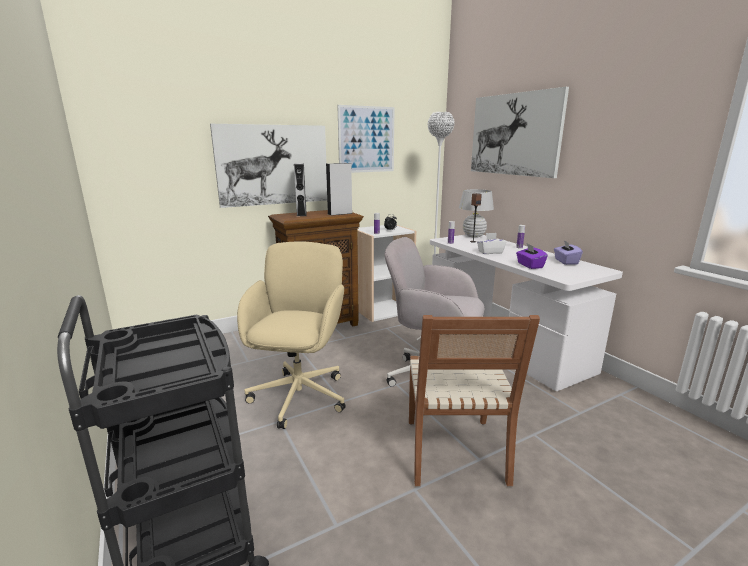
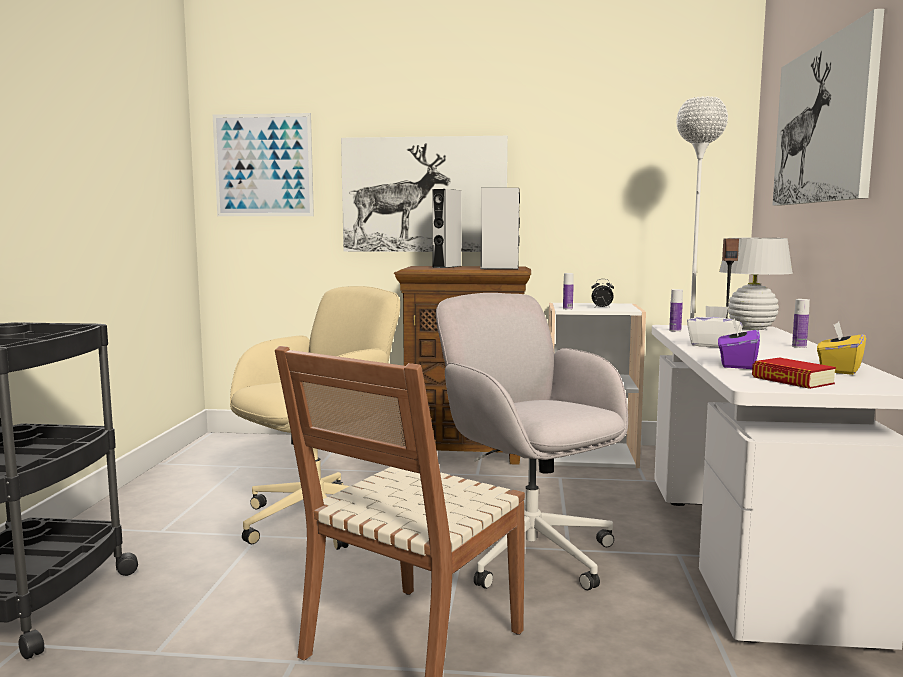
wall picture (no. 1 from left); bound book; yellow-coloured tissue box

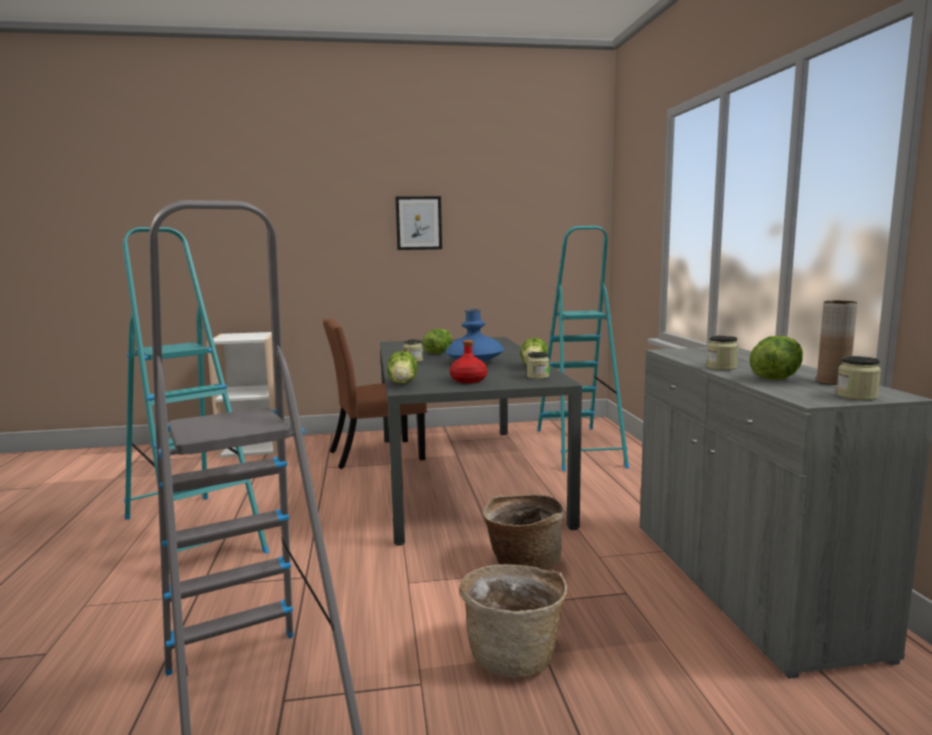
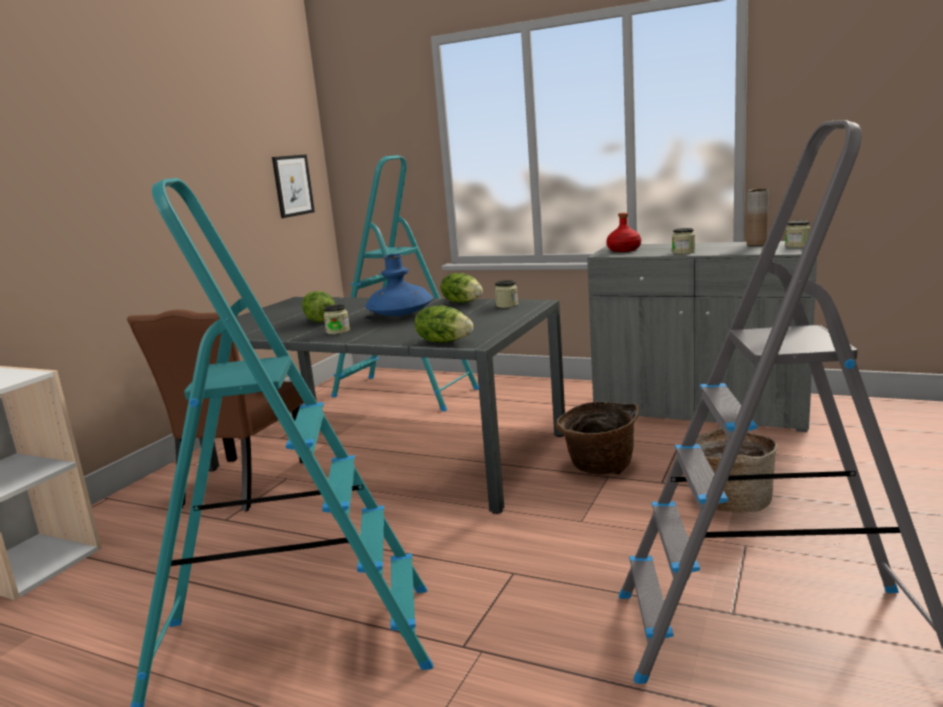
wall picture; red-coloured drink bottle; head of lettuce (no. 4 from left in the first image)

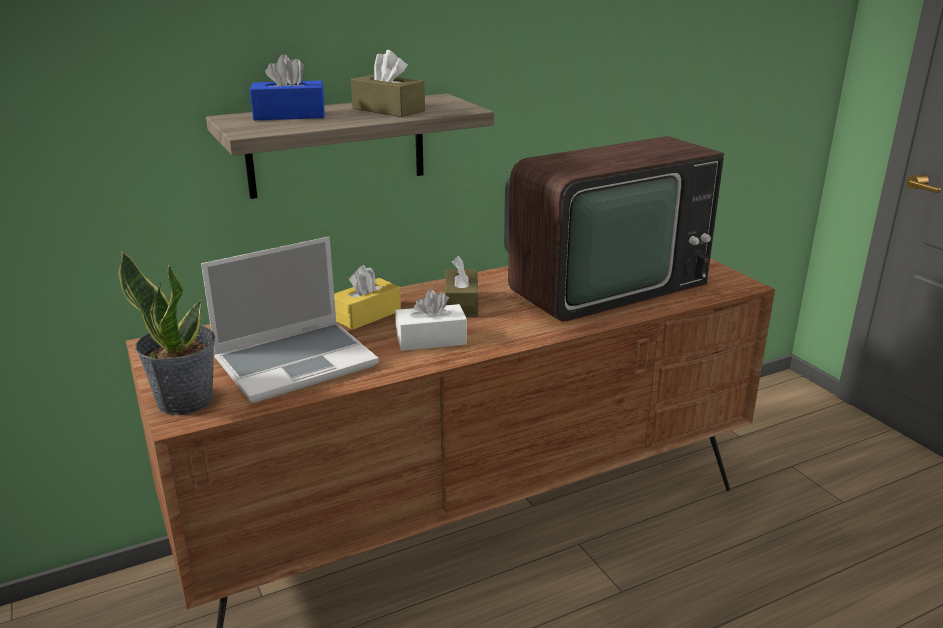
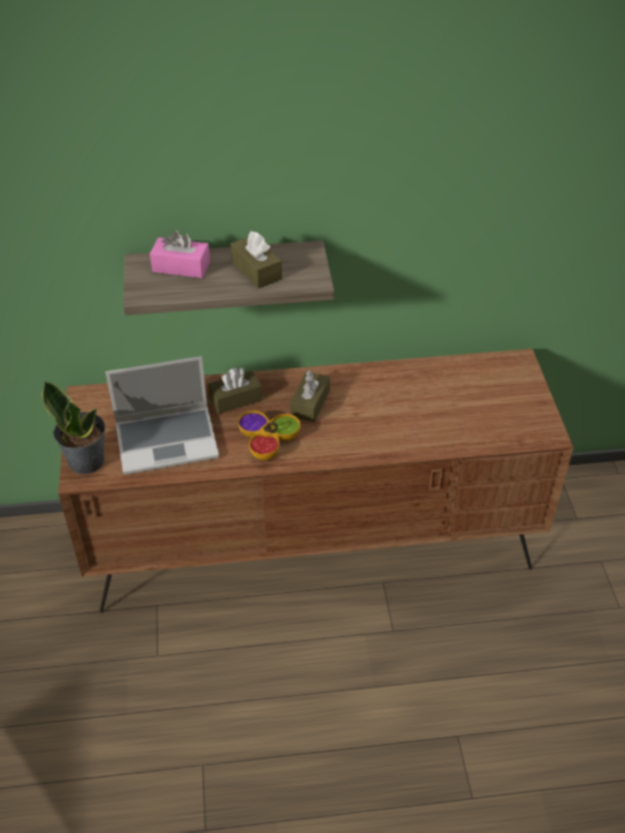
pinkish tissue box; brown tissue box (no. 1 from left); serving bowl; TV

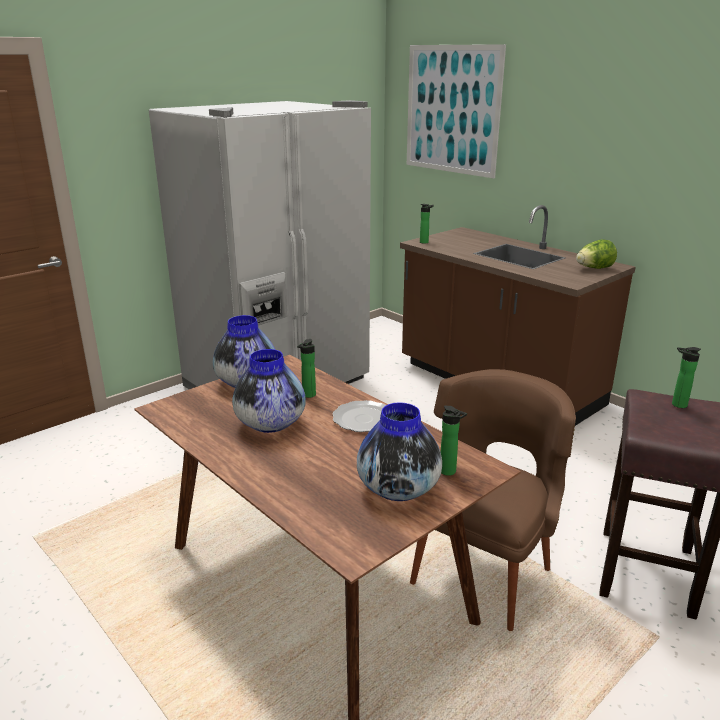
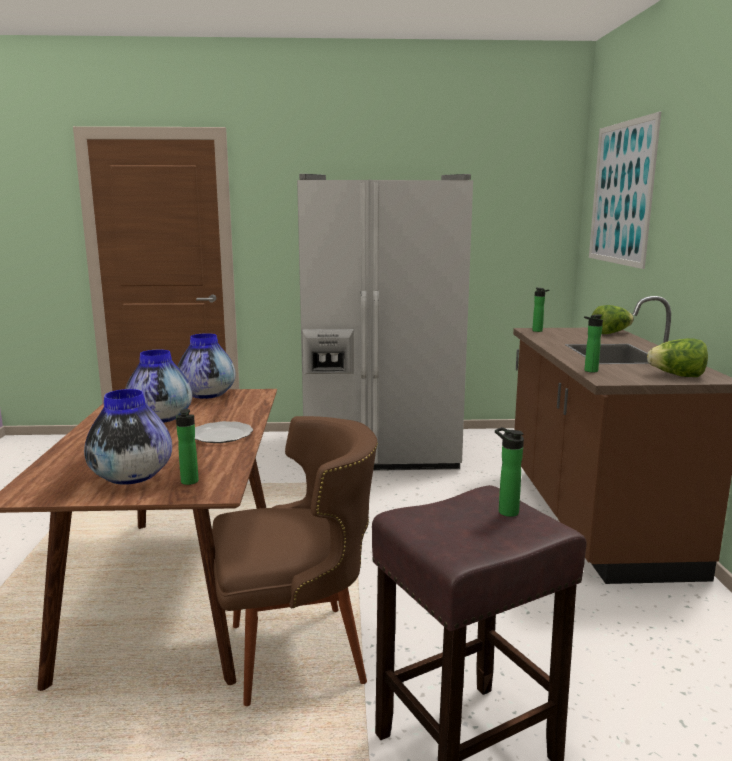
drink bottle (no. 4 from left); head of lettuce (no. 1 from left)

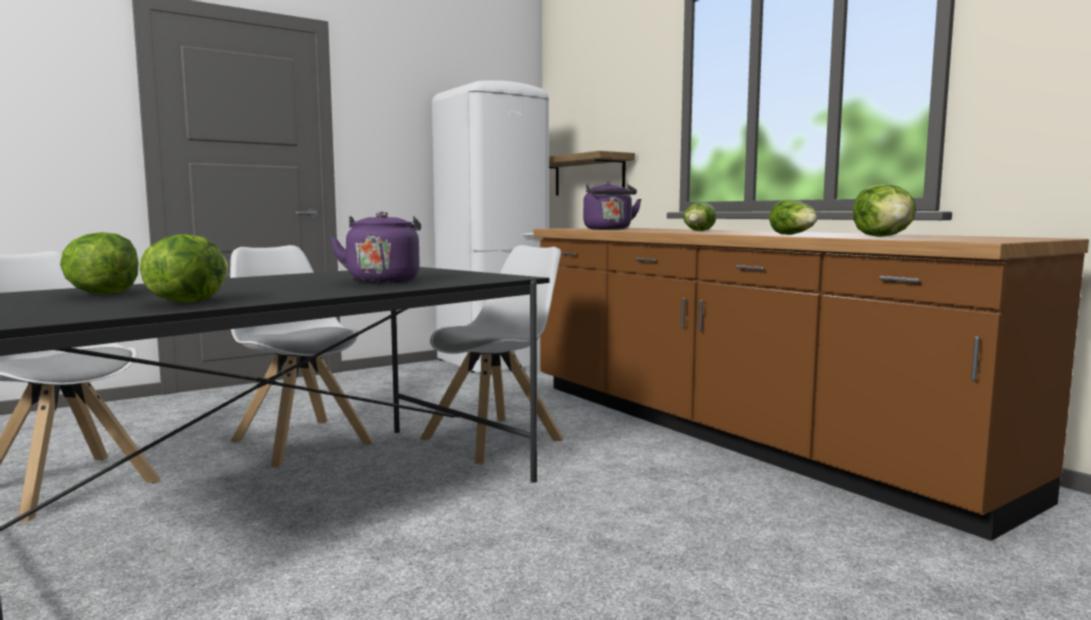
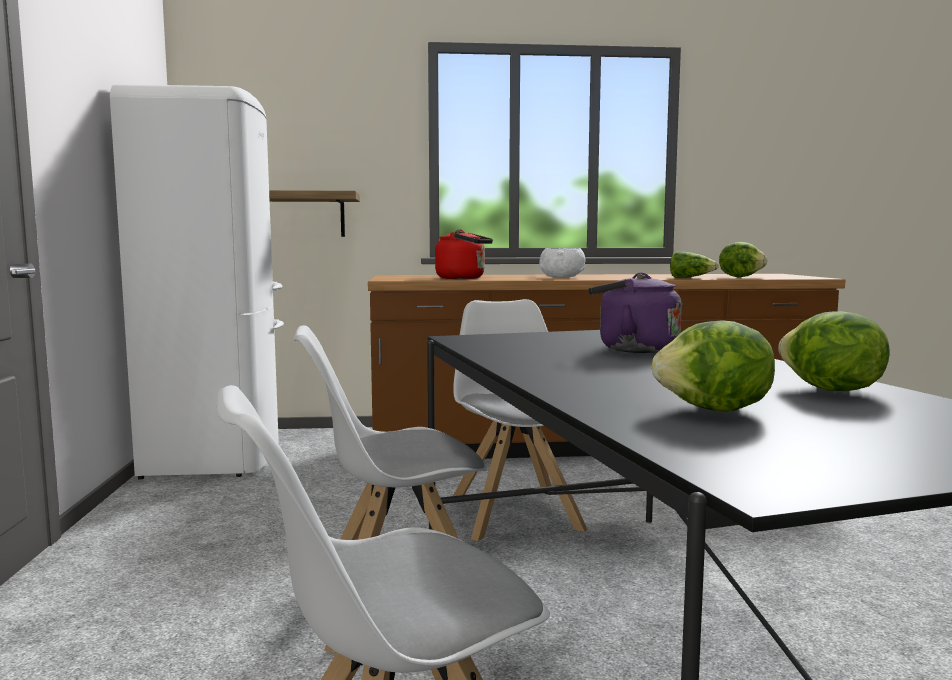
red-coloured water kettle; white-coloured serving bowl

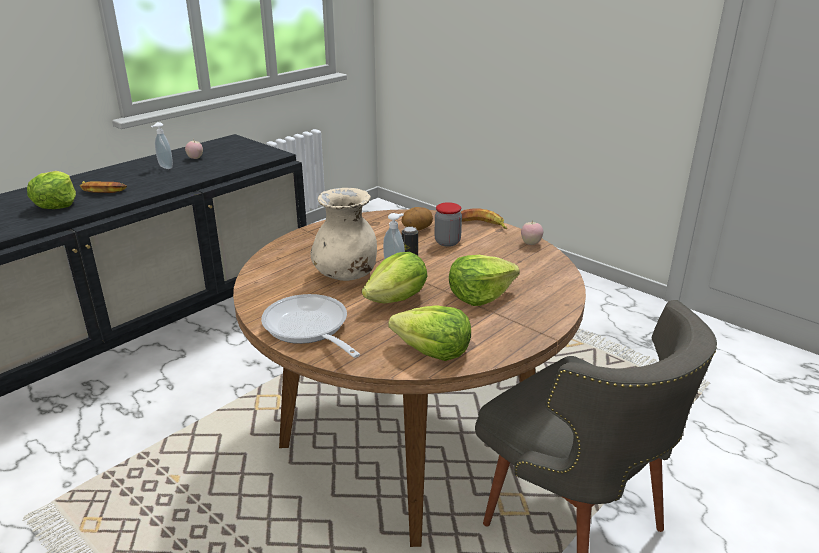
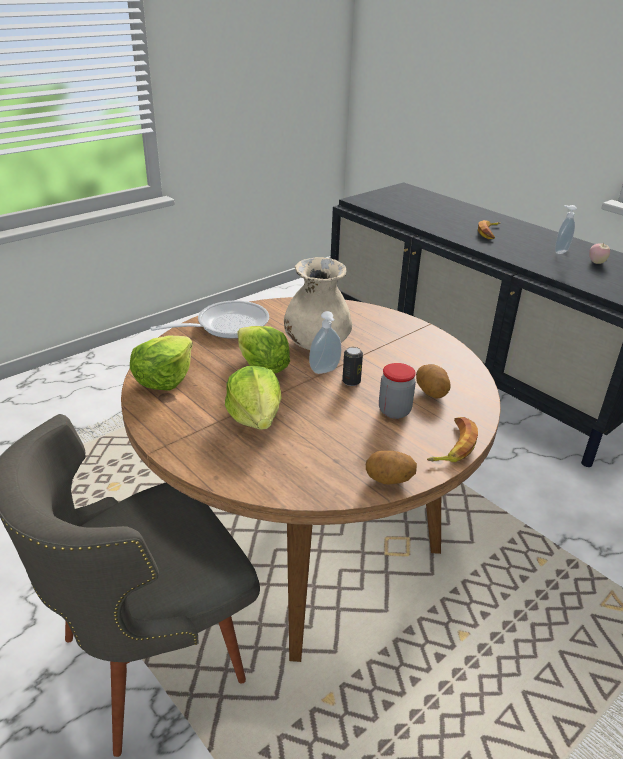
potato (no. 1 from left); head of lettuce (no. 1 from left in the first image)

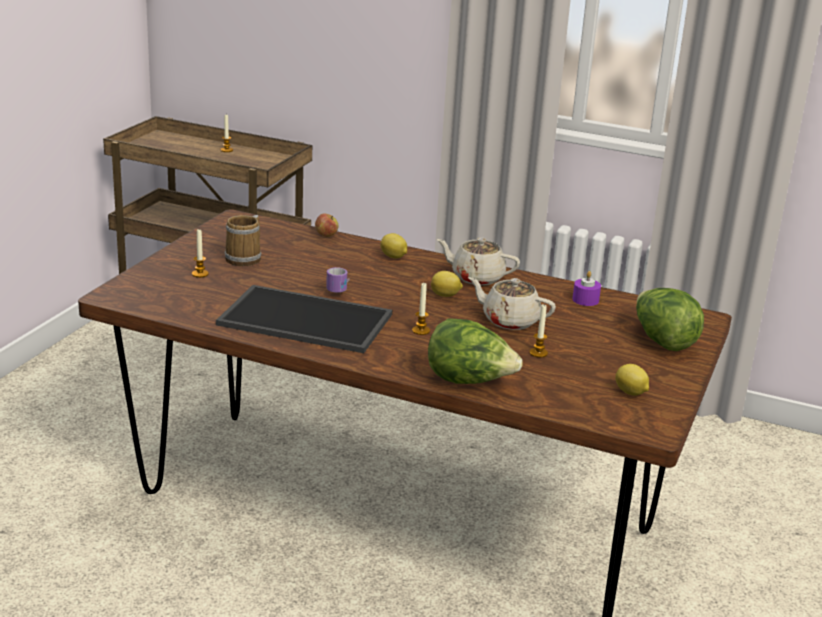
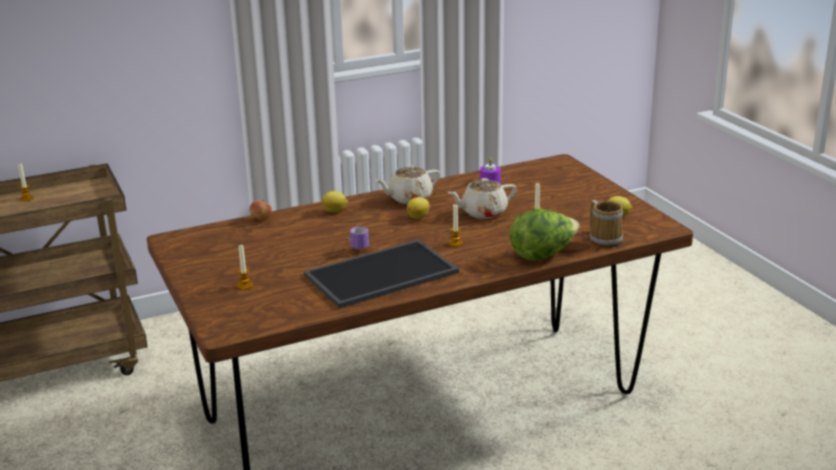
tea mug (no. 2 from left); head of lettuce (no. 2 from left in the first image)

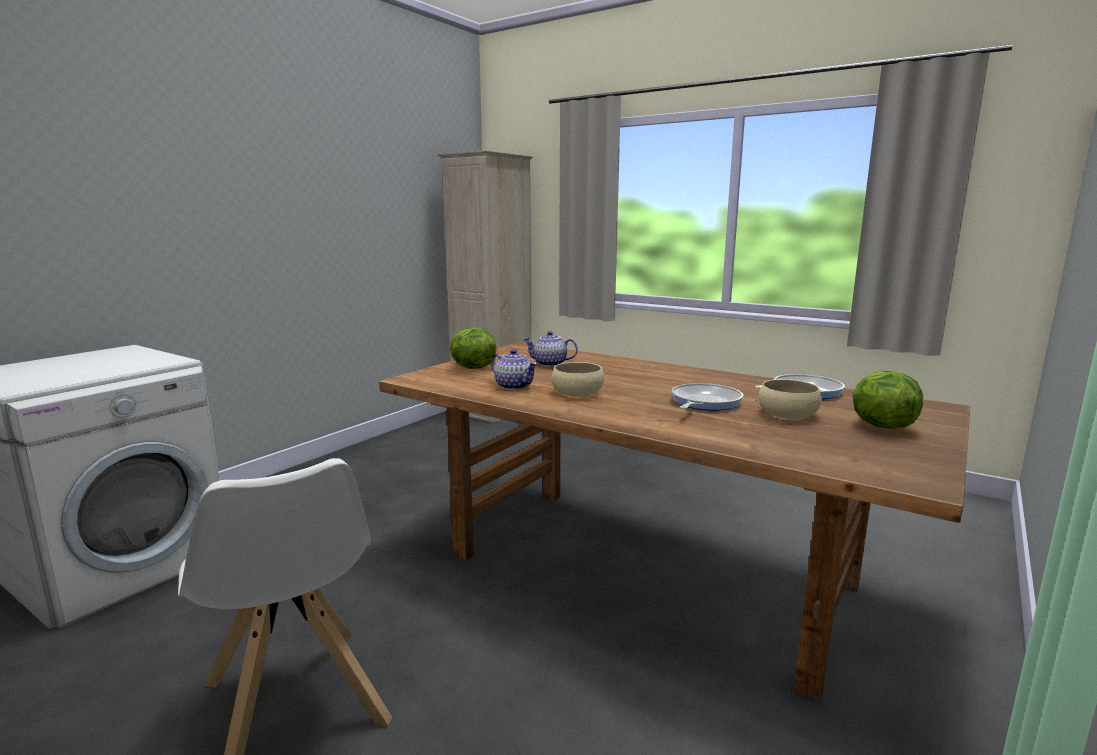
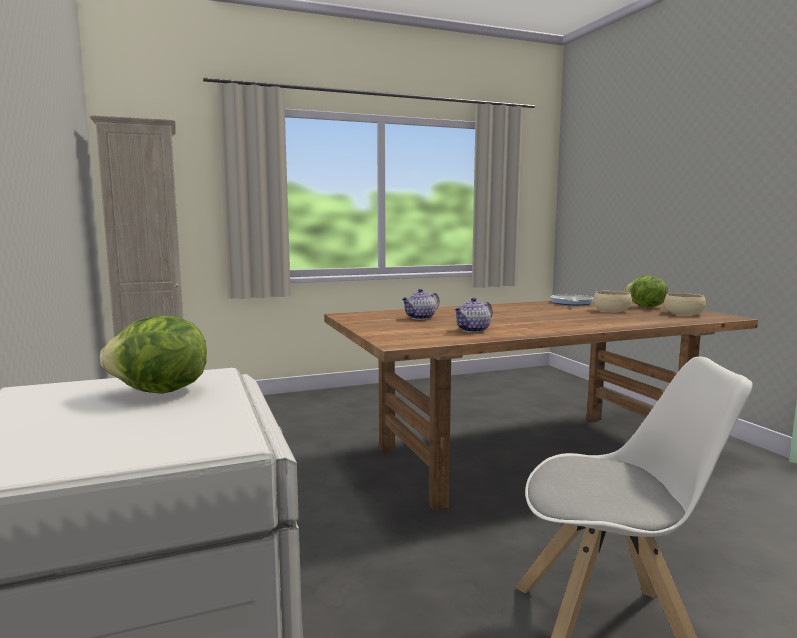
head of lettuce (no. 1 from left); pot for tea (no. 2 from left); beige serving bowl (no. 2 from left); pan (no. 1 from left in the first image)

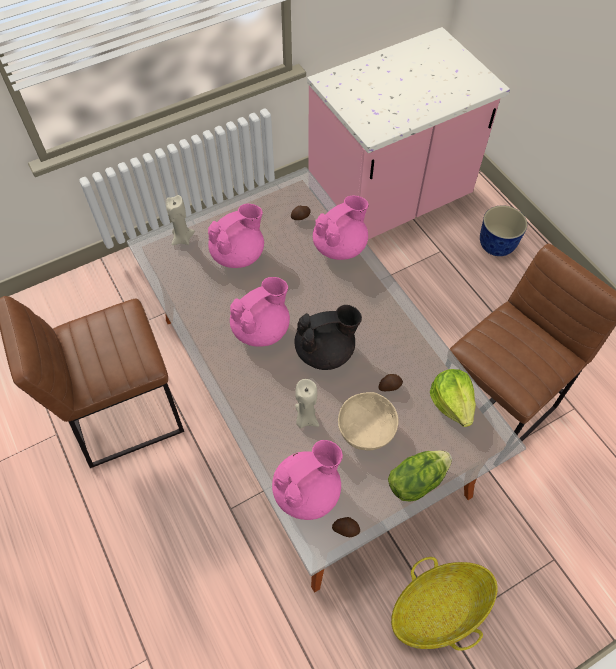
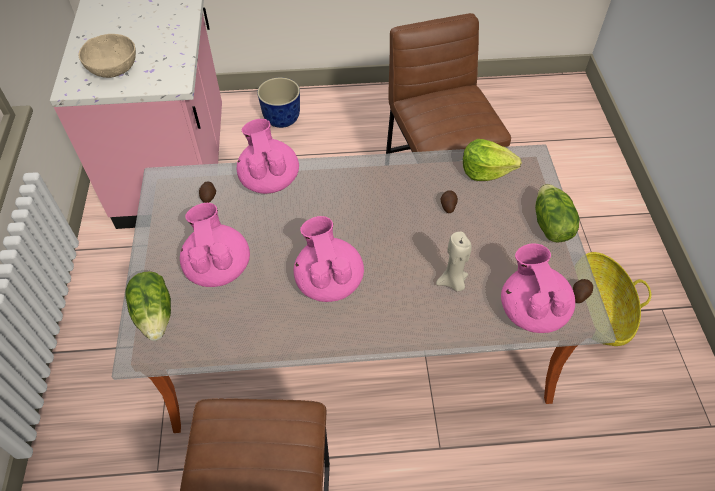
beige serving bowl; head of lettuce (no. 1 from left); black pot for tea

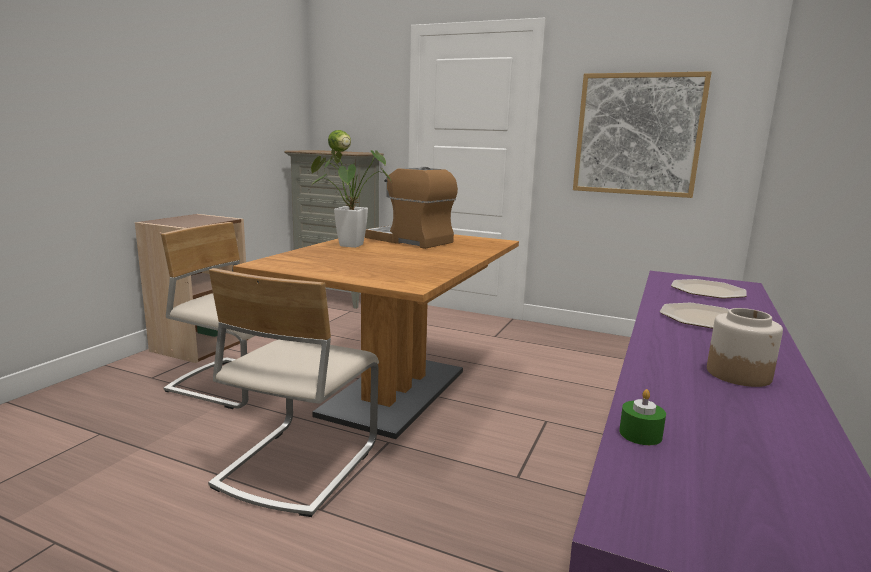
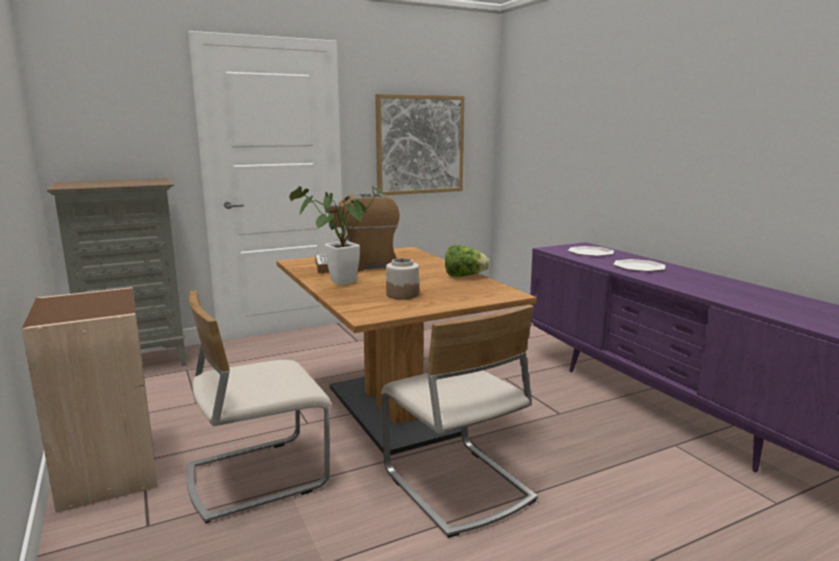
storage jar; head of lettuce; green wax light

